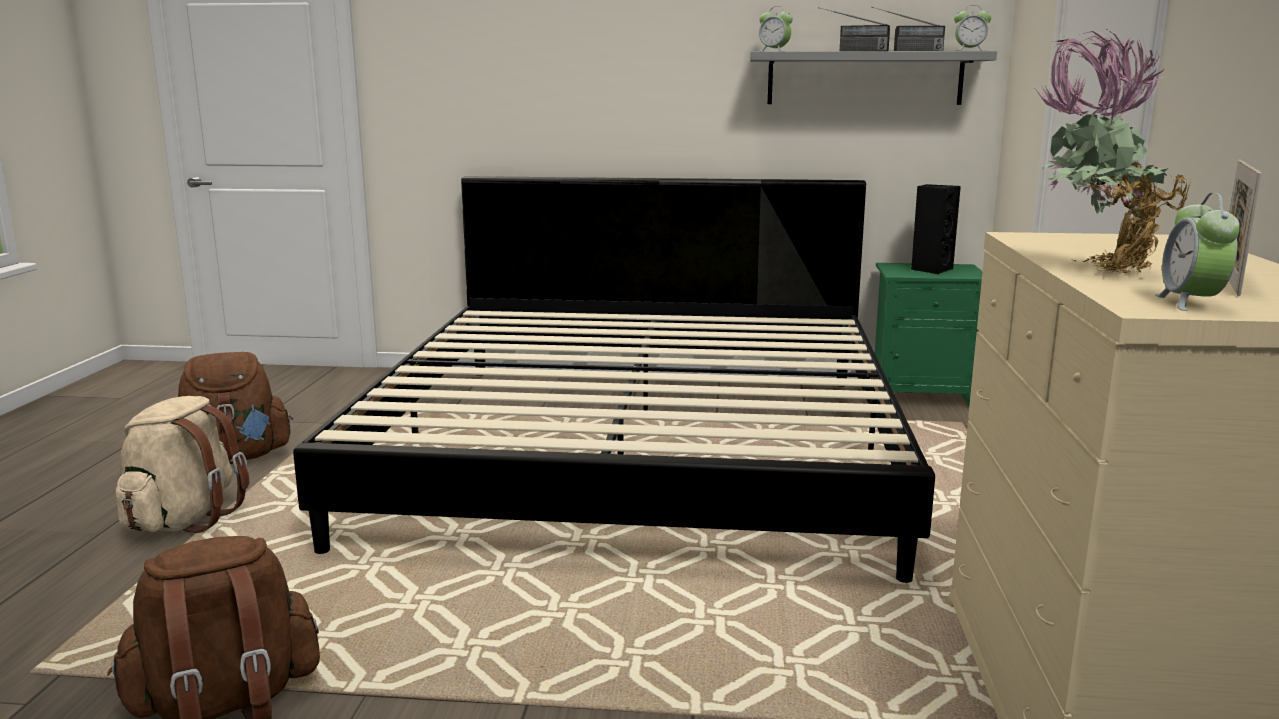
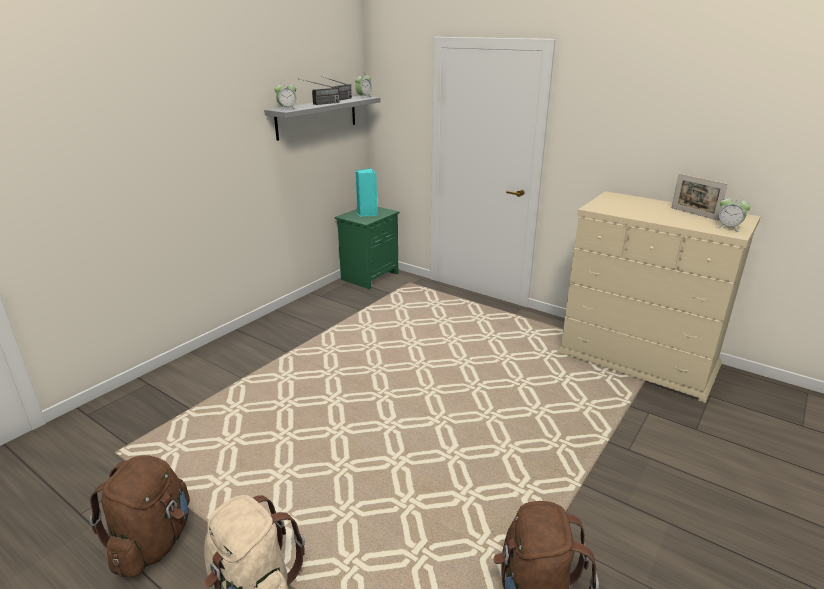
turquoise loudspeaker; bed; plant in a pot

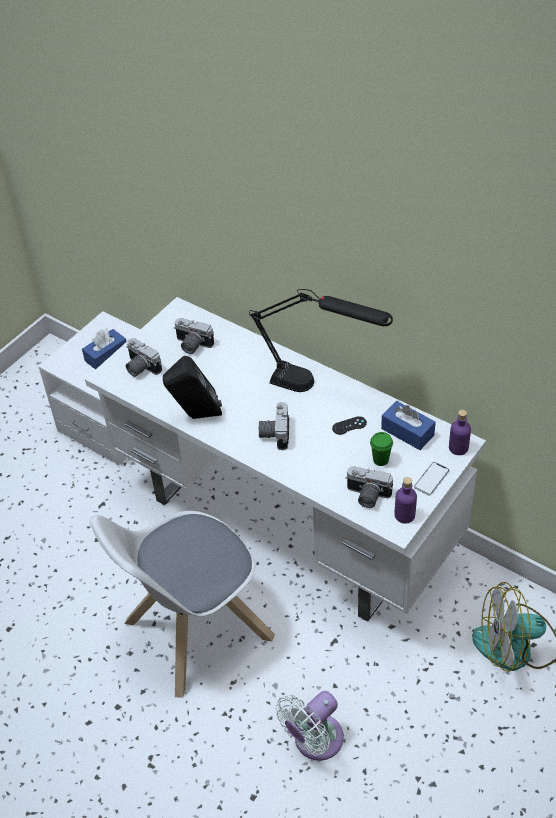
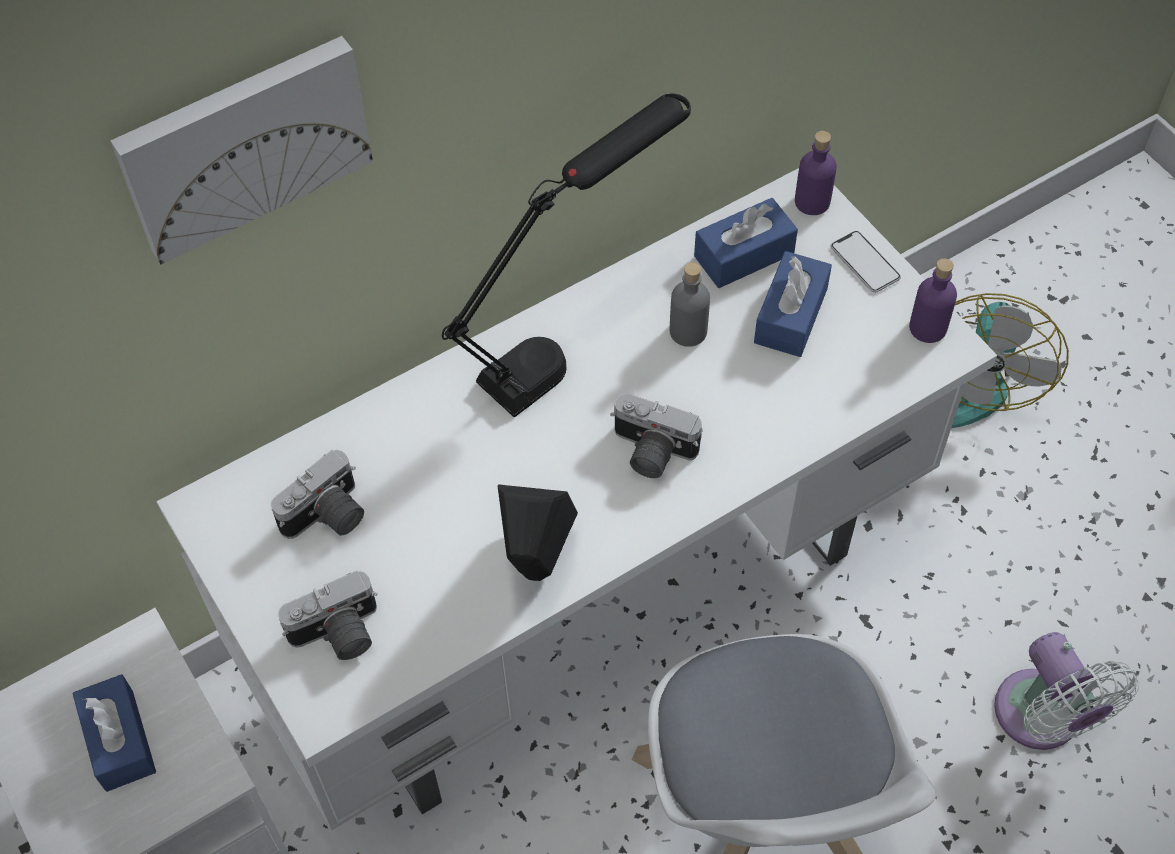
wall picture; grey drink bottle; blue tissue box (no. 3 from left); still camera (no. 4 from left in the first image)

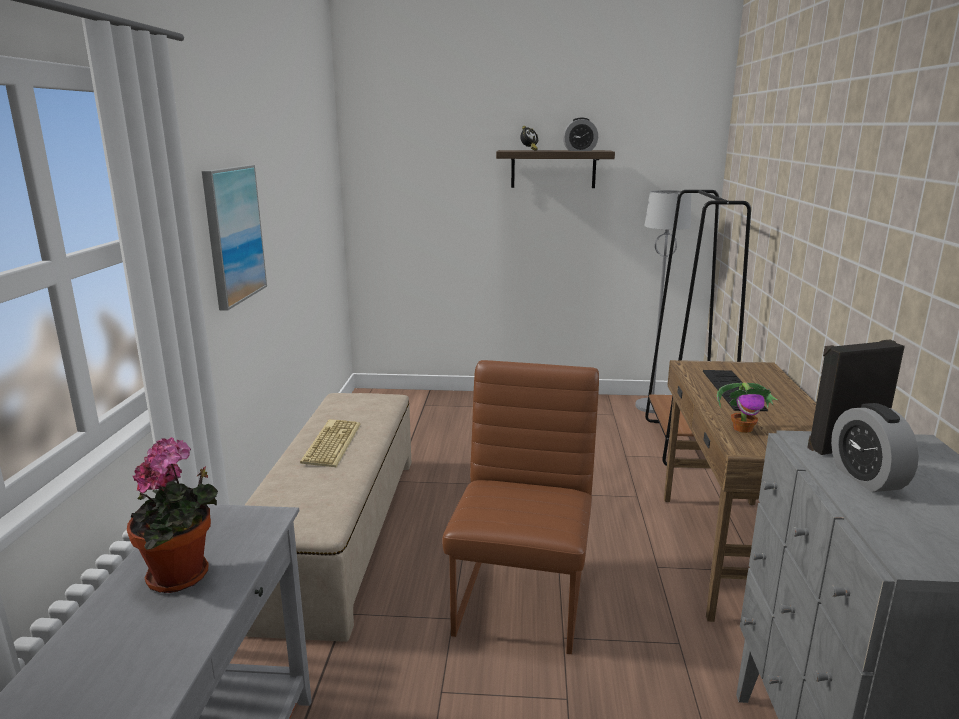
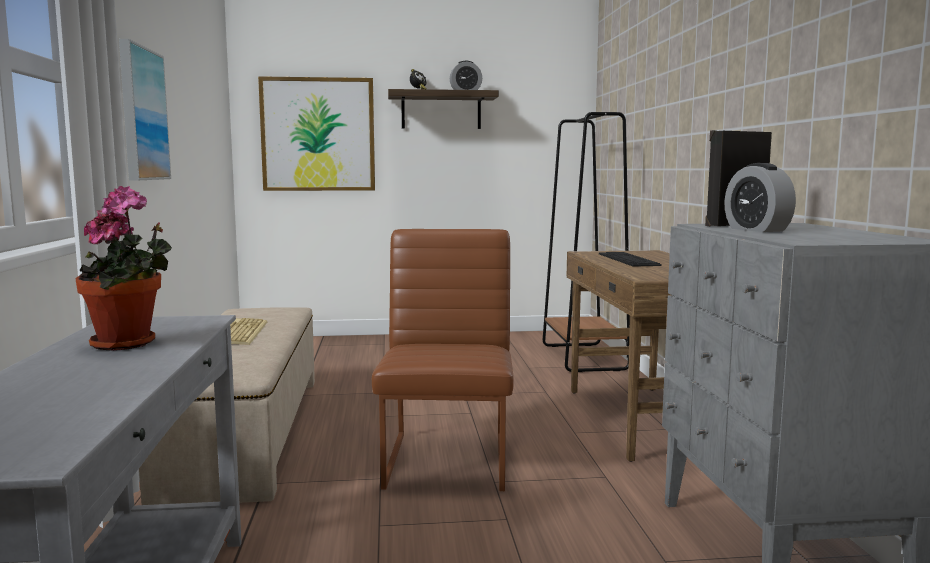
wall picture (no. 2 from left); grey standard lamp; plant in a pot (no. 2 from left in the first image)

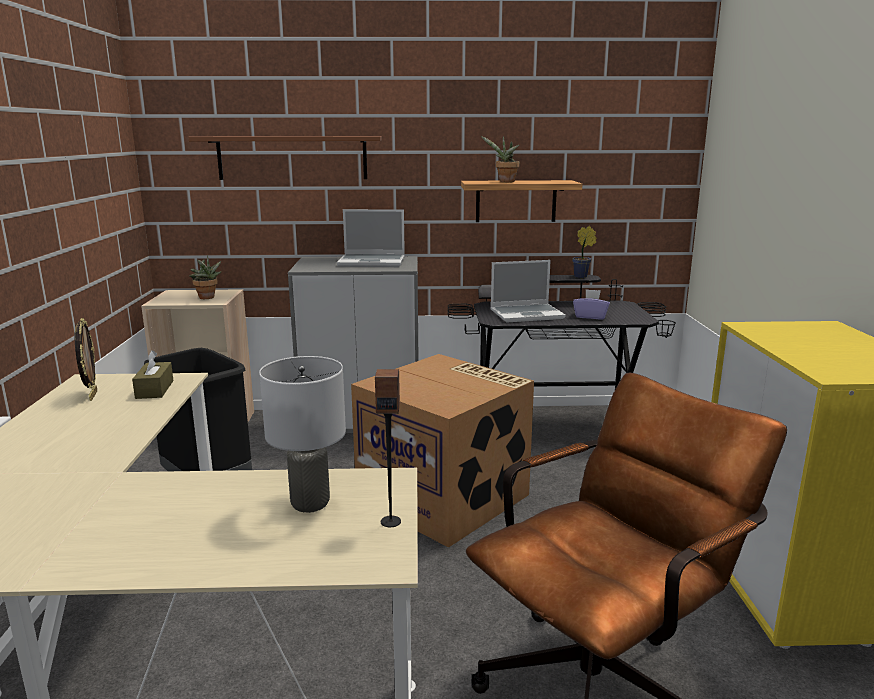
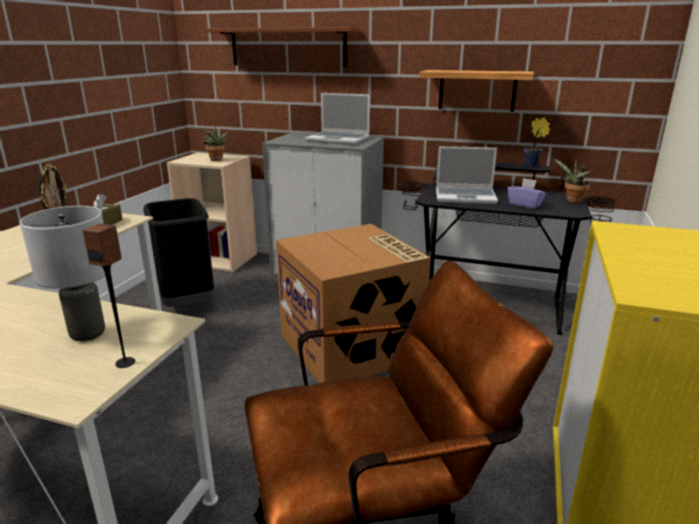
plant in a pot (no. 3 from left)

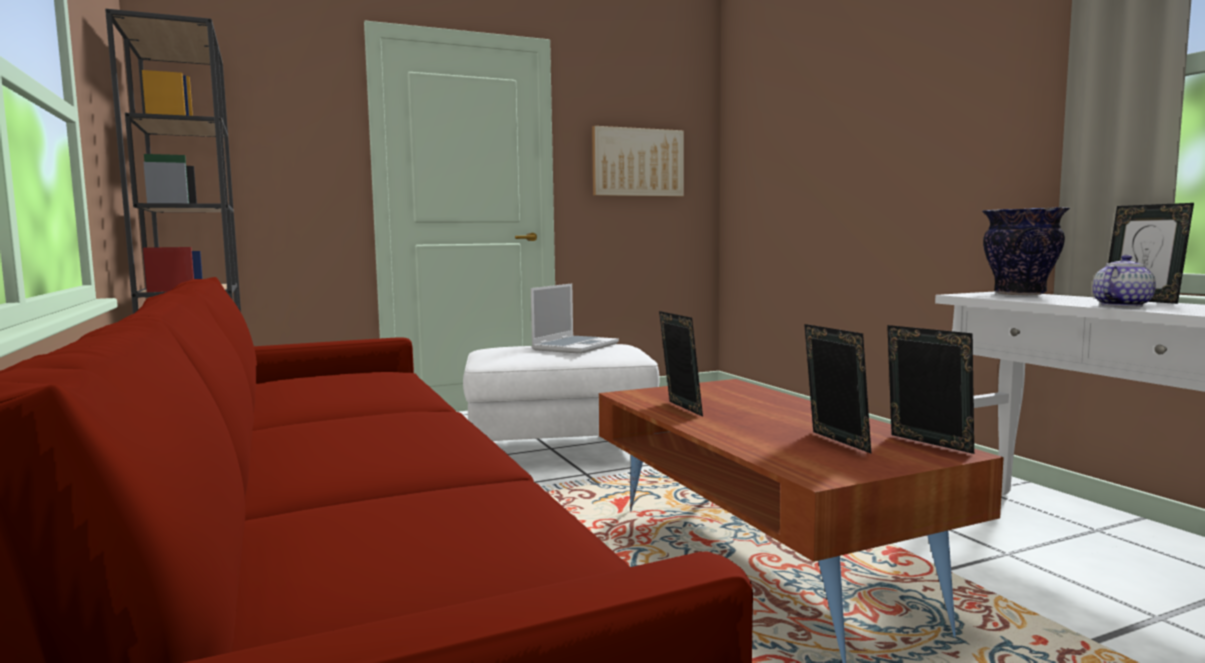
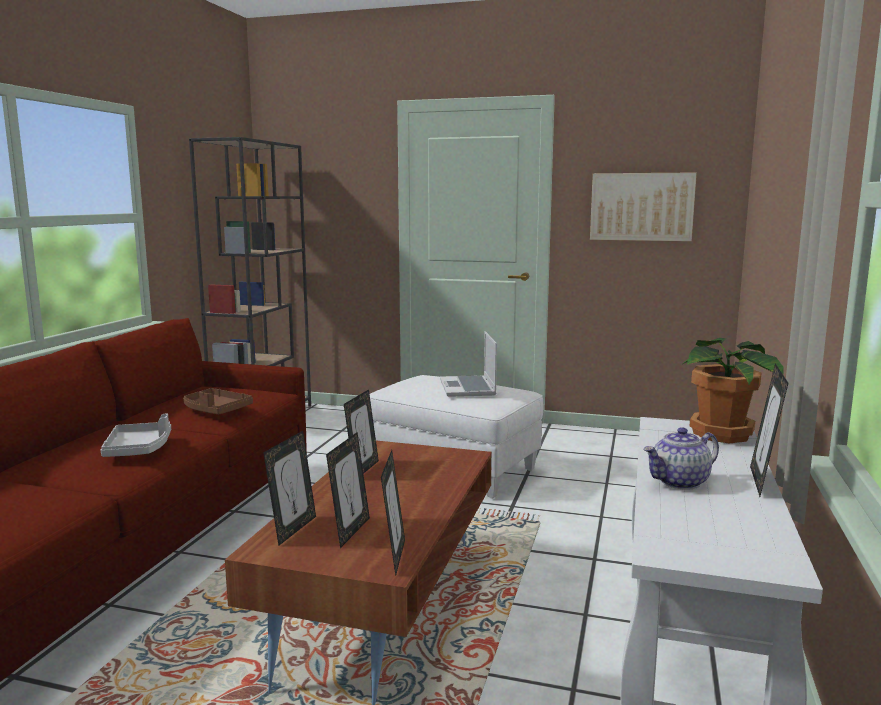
grey carrying tray; brown carrying tray; standing frame (no. 1 from left); laptop; pot for tea; plant in a pot

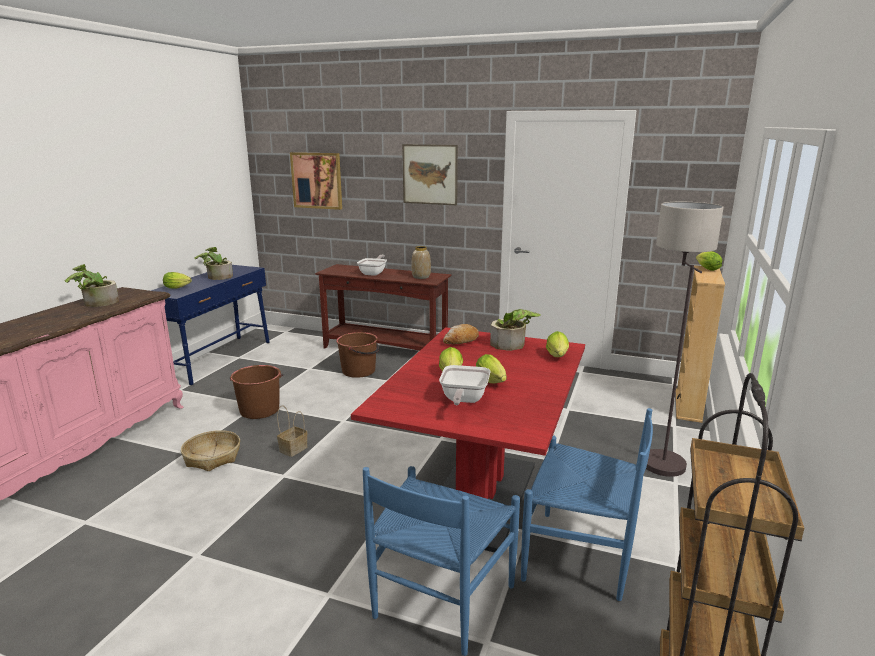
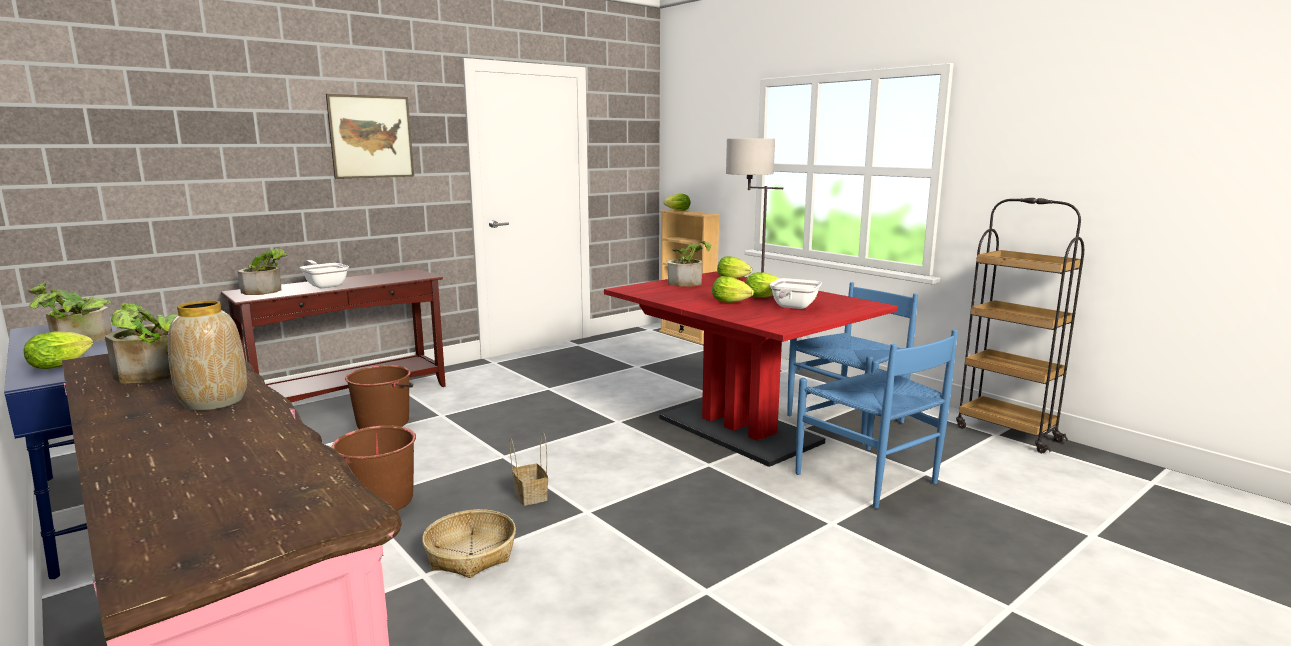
vase; plant in a pot (no. 3 from left); pan (no. 2 from left); wall picture (no. 1 from left in the first image); bread

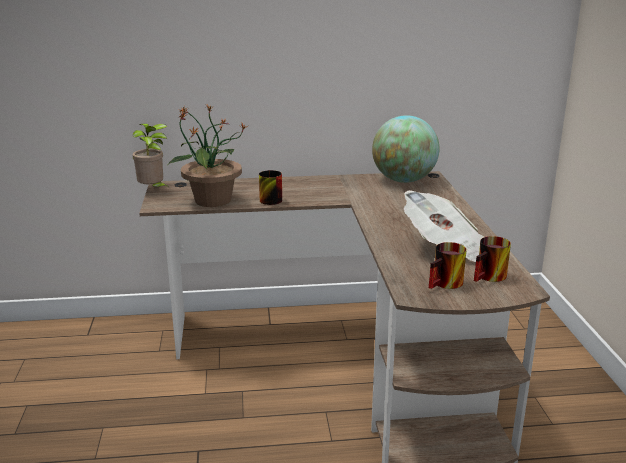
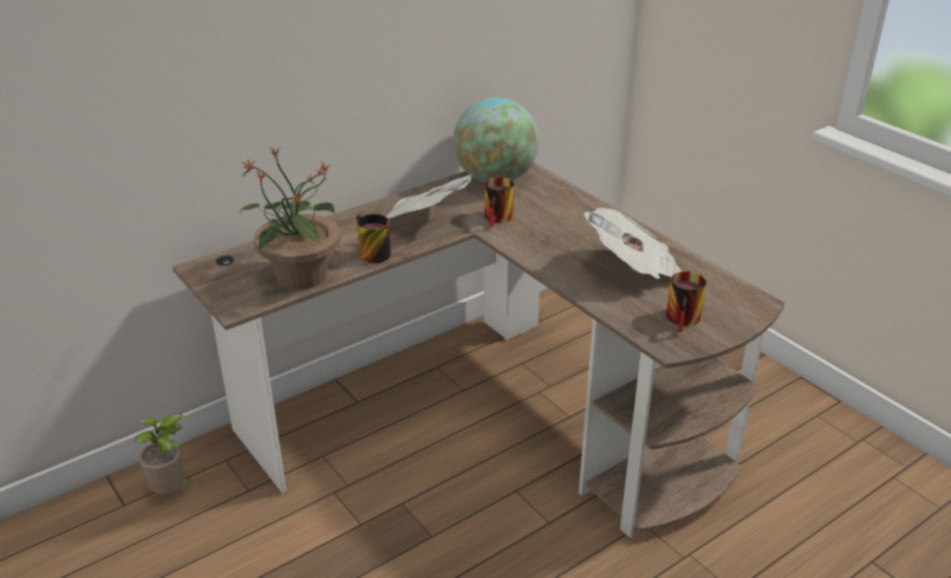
plant in a pot (no. 1 from left); daily paper (no. 1 from left); tea mug (no. 2 from left)

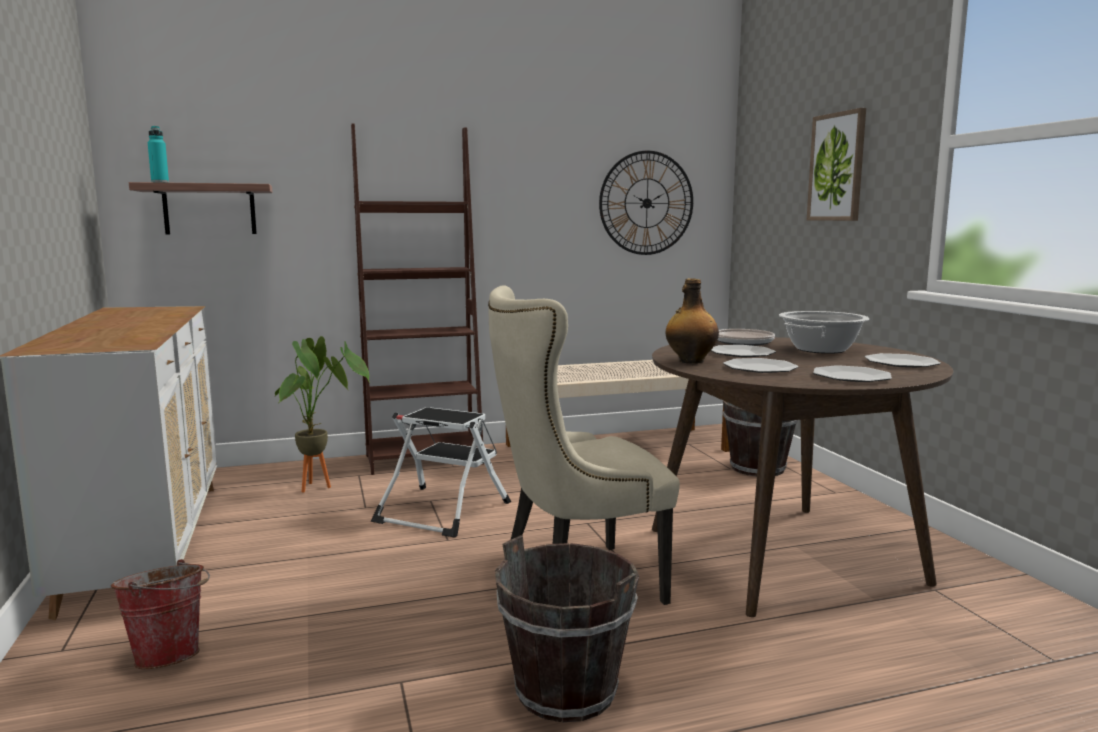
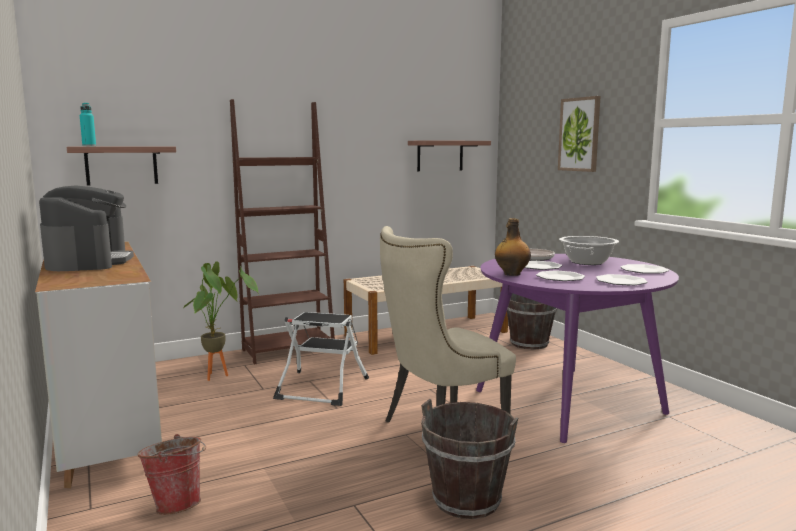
coffee brewer; wall shelf (no. 2 from left); purple dinner table

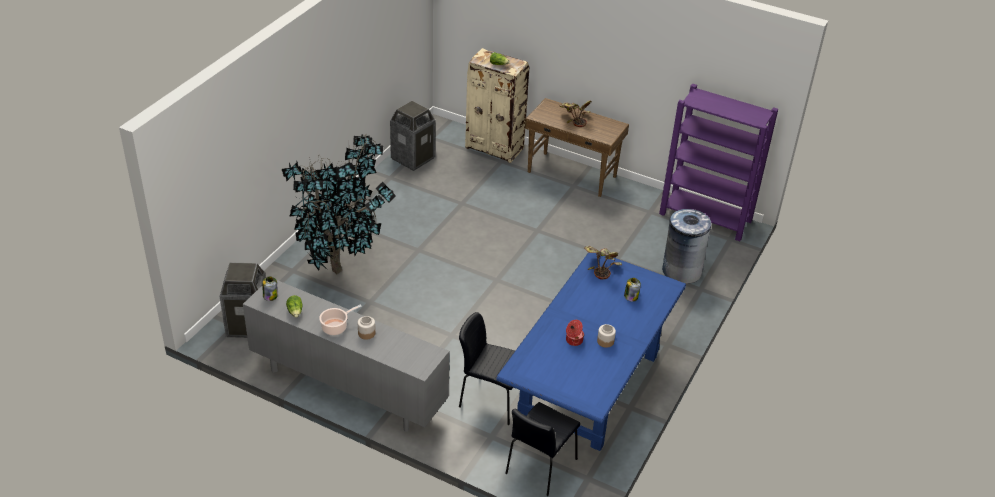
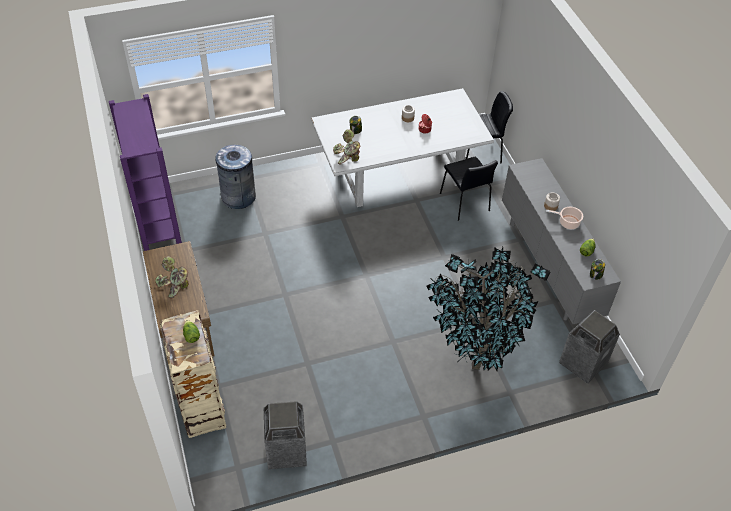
white-coloured dinner table

